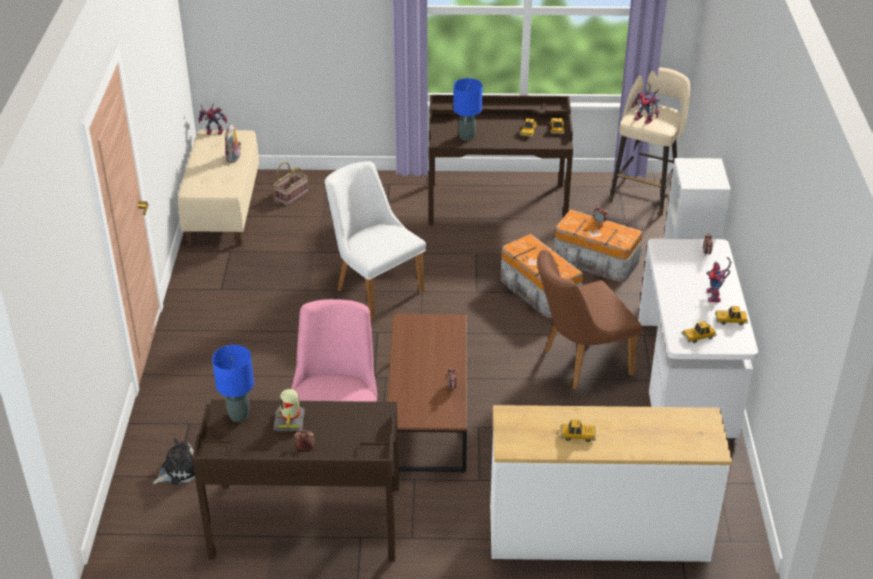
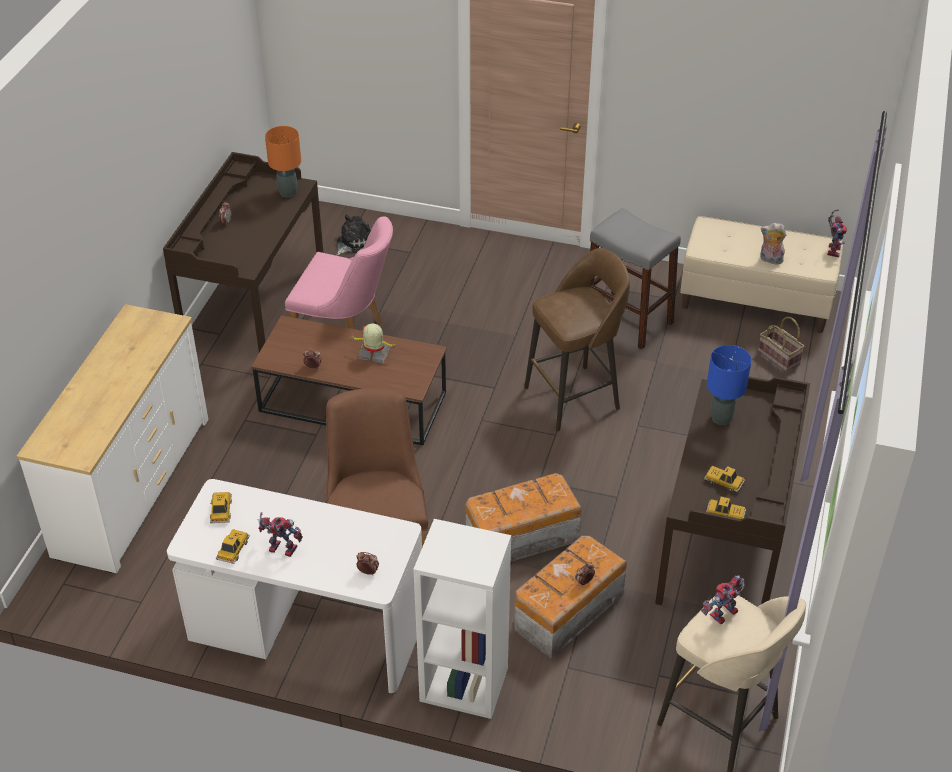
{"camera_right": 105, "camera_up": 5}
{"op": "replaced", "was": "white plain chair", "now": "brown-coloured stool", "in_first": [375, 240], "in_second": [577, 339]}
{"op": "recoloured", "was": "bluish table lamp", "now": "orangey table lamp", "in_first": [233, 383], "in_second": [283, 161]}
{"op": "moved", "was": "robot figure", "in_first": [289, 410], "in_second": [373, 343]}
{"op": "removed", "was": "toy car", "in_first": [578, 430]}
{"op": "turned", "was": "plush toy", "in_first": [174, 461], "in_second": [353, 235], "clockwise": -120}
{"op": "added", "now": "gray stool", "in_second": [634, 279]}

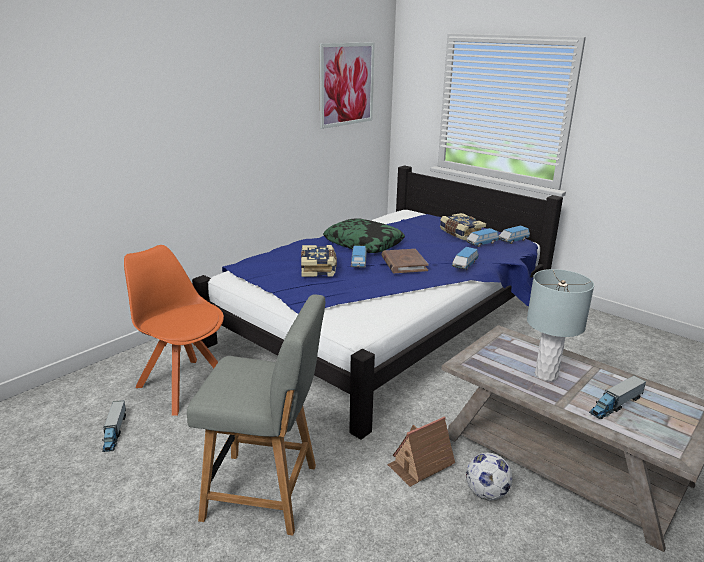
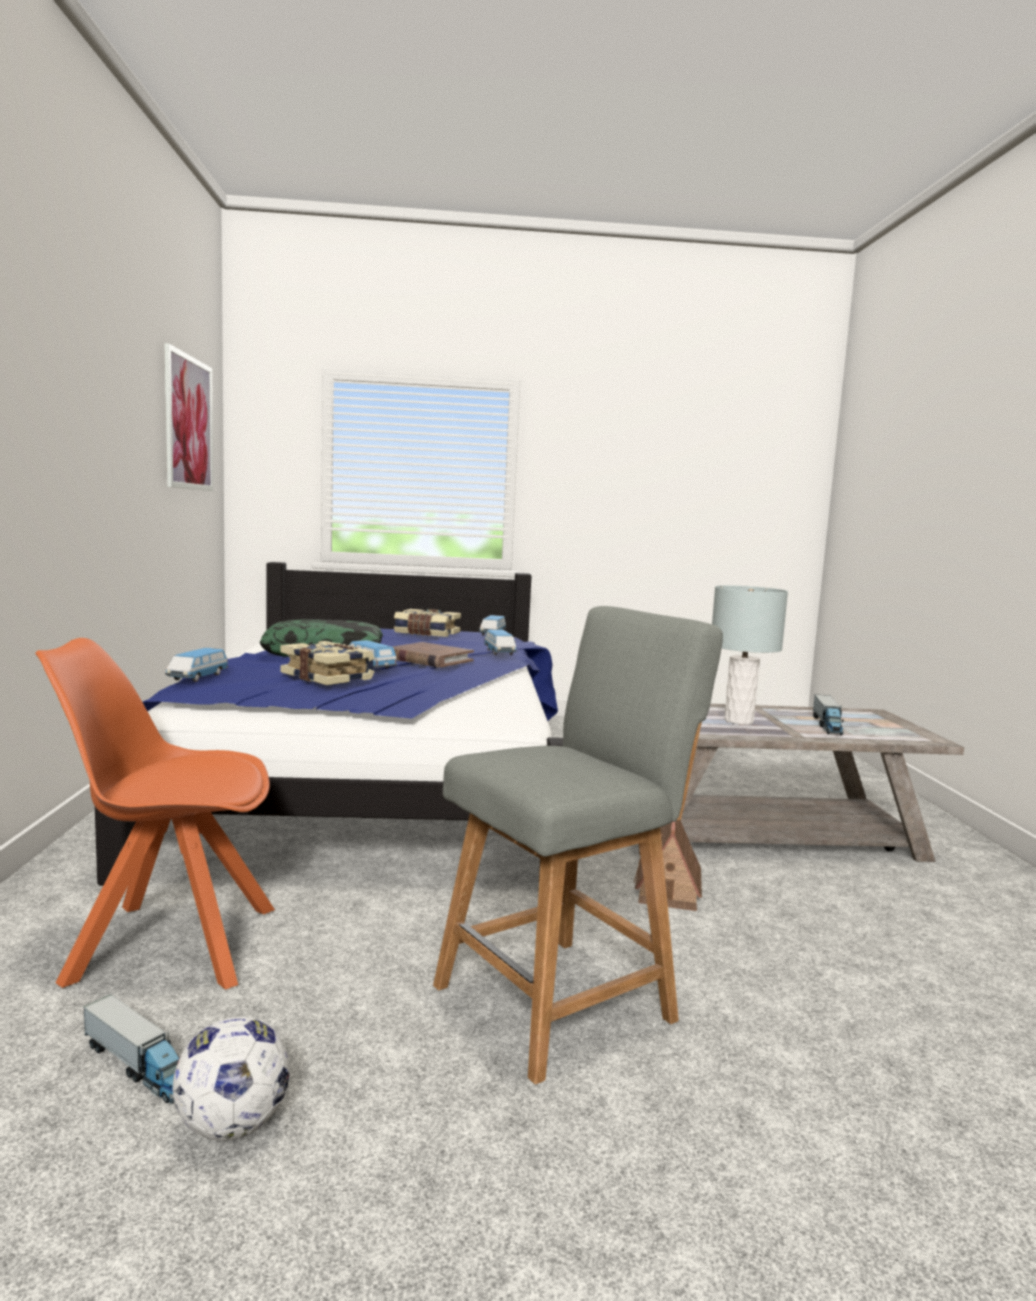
{"camera_right": -45, "camera_up": -15}
{"op": "moved", "was": "toy car", "in_first": [482, 237], "in_second": [196, 665]}
{"op": "moved", "was": "football ball", "in_first": [489, 476], "in_second": [231, 1078]}

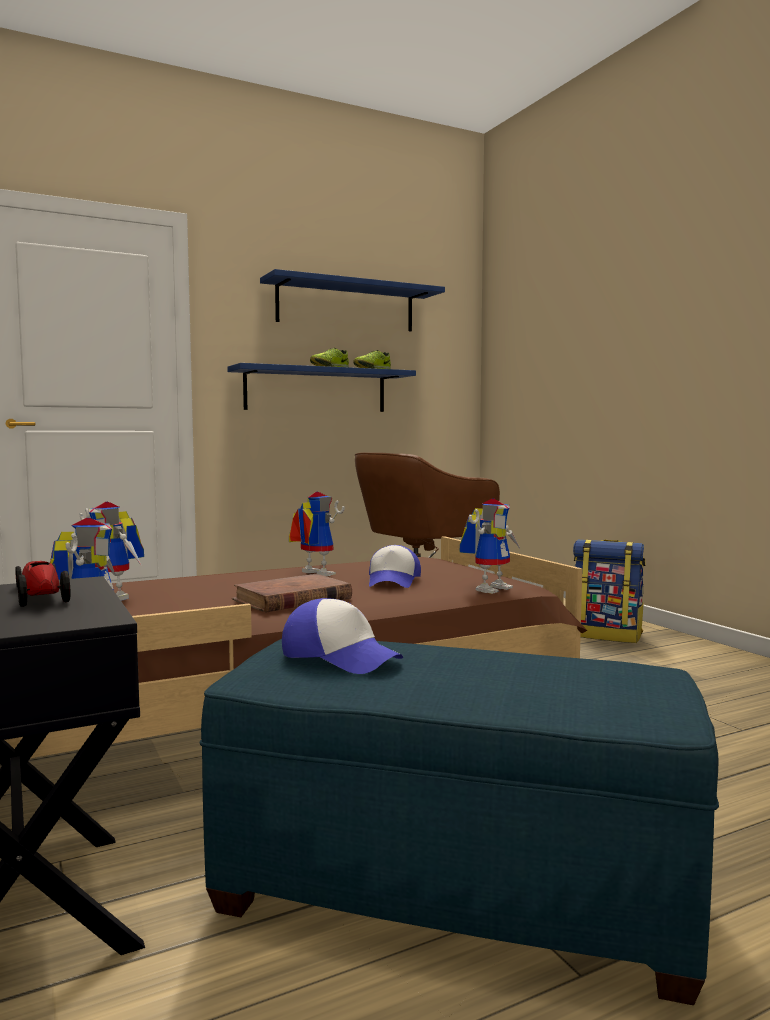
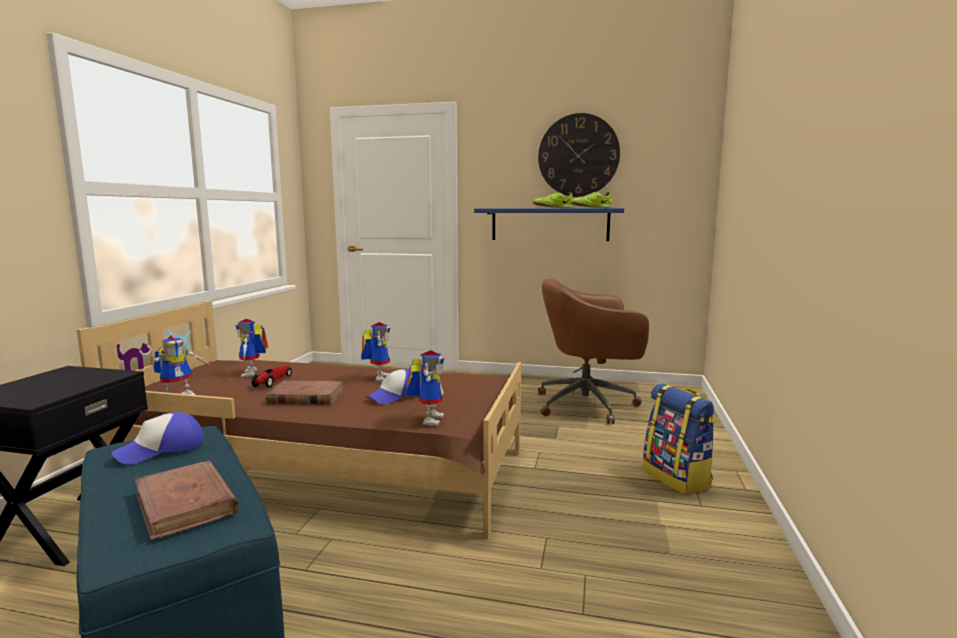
{"camera_right": 40, "camera_up": 5}
{"op": "replaced", "was": "bluish wall shelf", "now": "wall clock", "in_first": [352, 300], "in_second": [579, 155]}
{"op": "turned", "was": "robot figure", "in_first": [490, 546], "in_second": [425, 388], "clockwise": -75}
{"op": "moved", "was": "toy car", "in_first": [42, 584], "in_second": [271, 377]}
{"op": "turned", "was": "baseball cap", "in_first": [342, 636], "in_second": [157, 438], "clockwise": 60}
{"op": "added", "now": "brown-coloured book", "in_second": [186, 500]}

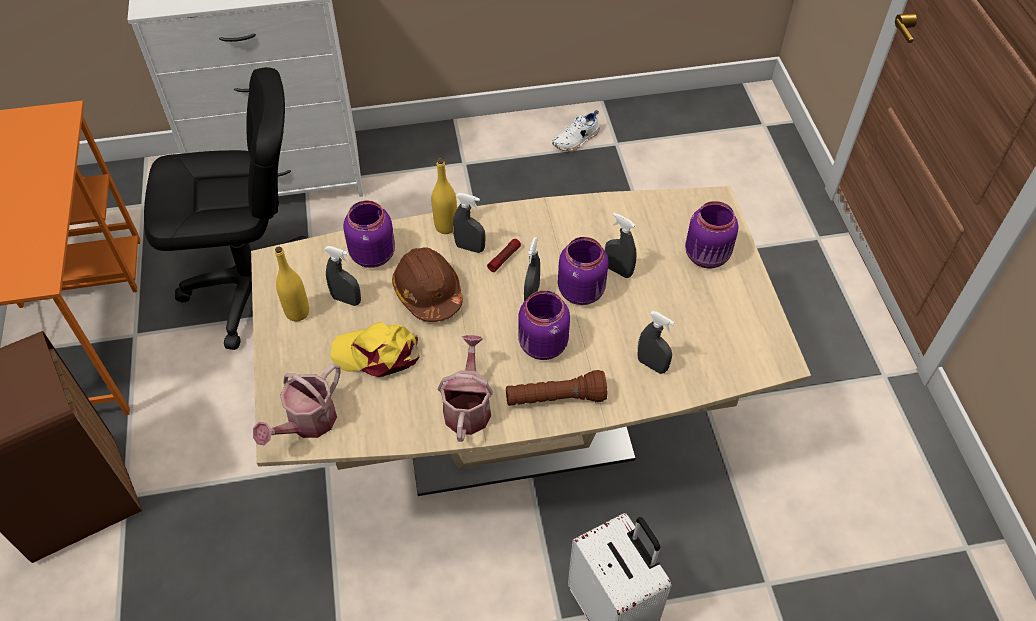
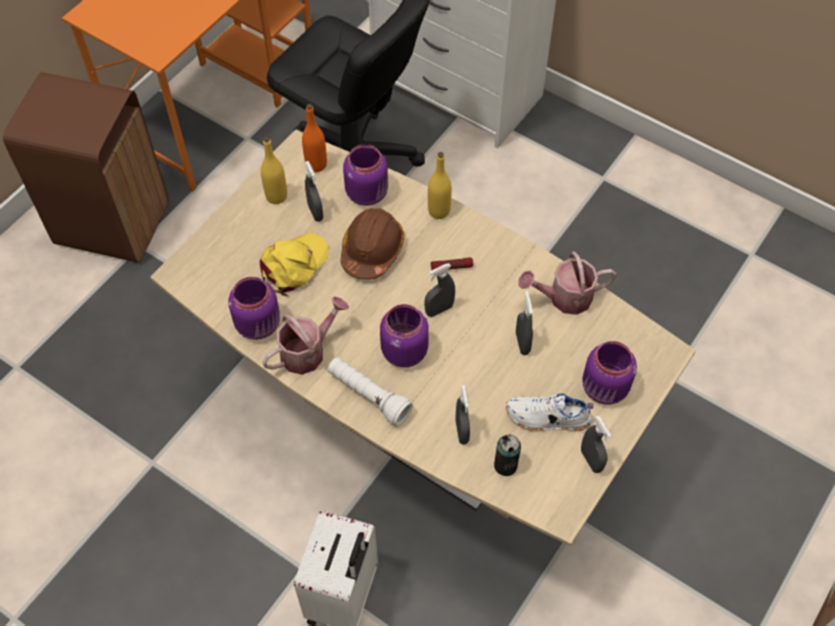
{"camera_right": 45, "camera_up": 5}
{"op": "moved", "was": "white shoe", "in_first": [575, 130], "in_second": [550, 412]}
{"op": "moved", "was": "gray sprayer", "in_first": [469, 223], "in_second": [596, 444]}
{"op": "moved", "was": "purple-coloured preserve jar", "in_first": [583, 271], "in_second": [254, 308]}
{"op": "turned", "was": "yellowish baseball cap", "in_first": [375, 349], "in_second": [294, 264], "clockwise": 75}
{"op": "moved", "was": "watering can", "in_first": [297, 404], "in_second": [567, 283]}
{"op": "recoloured", "was": "brown-coloured hand torch", "now": "white hand torch", "in_first": [556, 388], "in_second": [370, 391]}
{"op": "added", "now": "orangey beverage bottle", "in_second": [314, 138]}
{"op": "added", "now": "metal can", "in_second": [507, 455]}

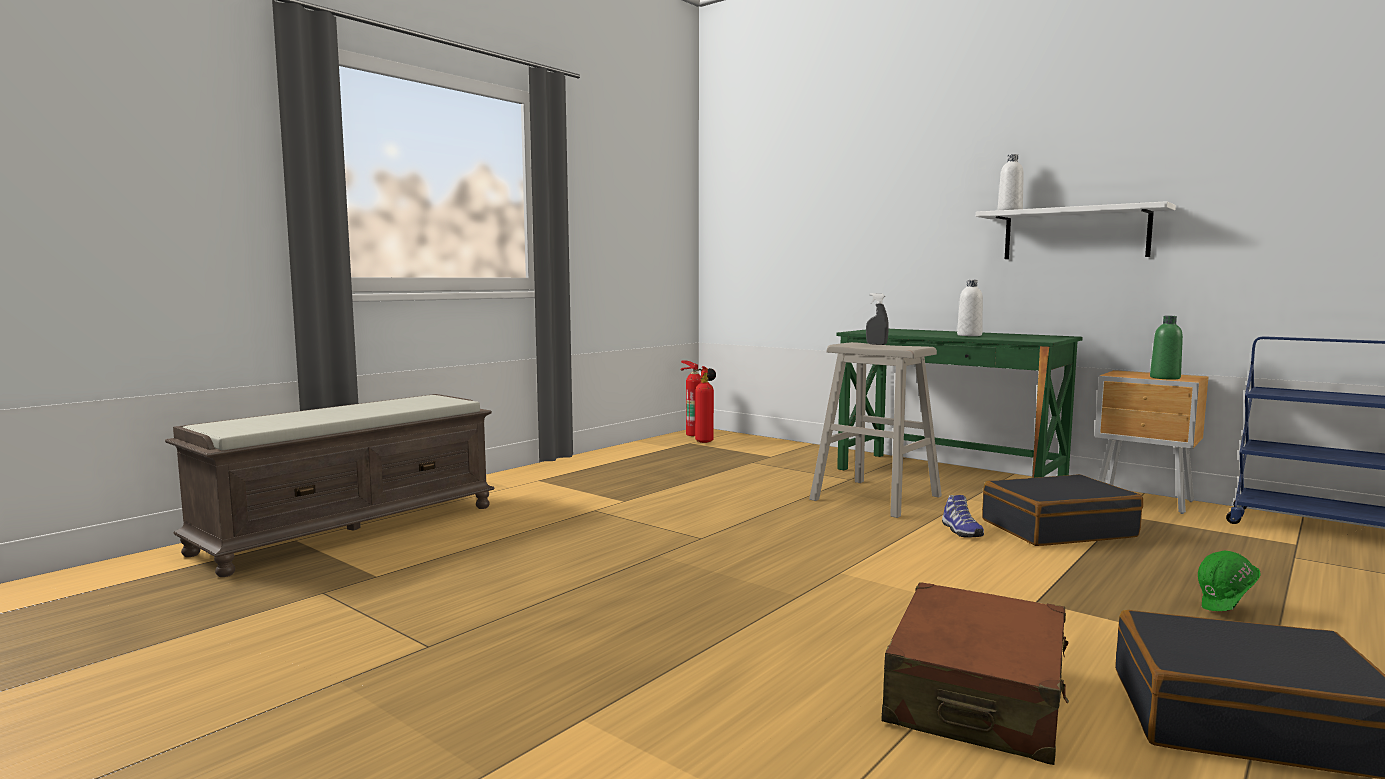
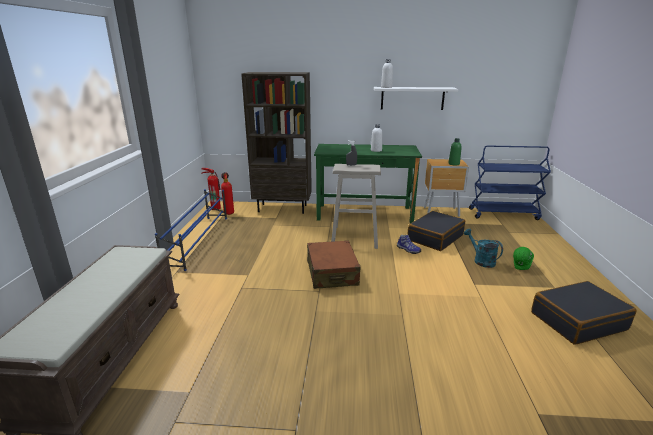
{"camera_right": -35, "camera_up": 15}
{"op": "moved", "was": "brown-coloured suitcase", "in_first": [975, 673], "in_second": [333, 264]}
{"op": "added", "now": "brown-coloured shelving unit", "in_second": [276, 143]}
{"op": "added", "now": "bluish shoe shelf", "in_second": [191, 230]}
{"op": "added", "now": "blue-green watering can", "in_second": [483, 248]}

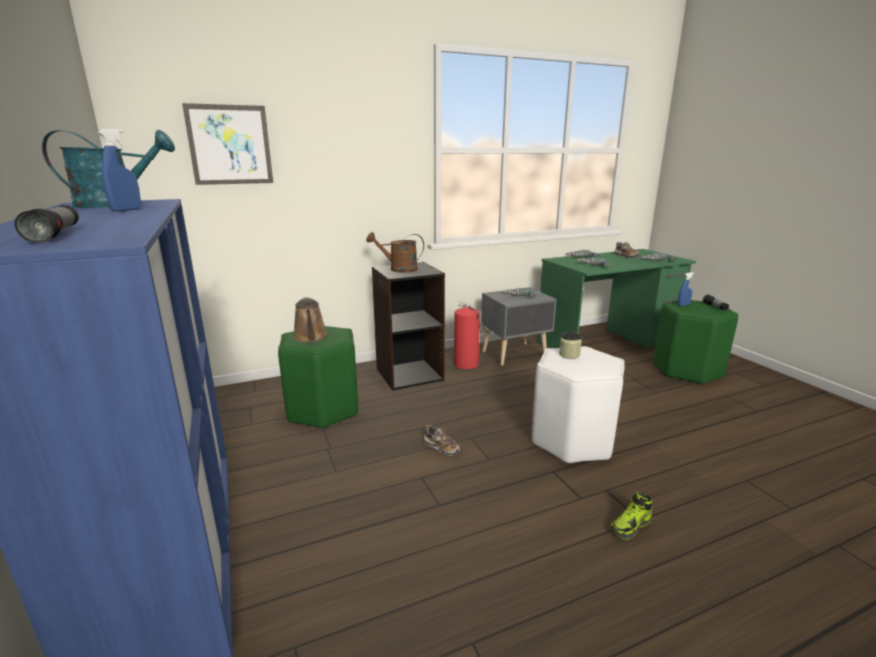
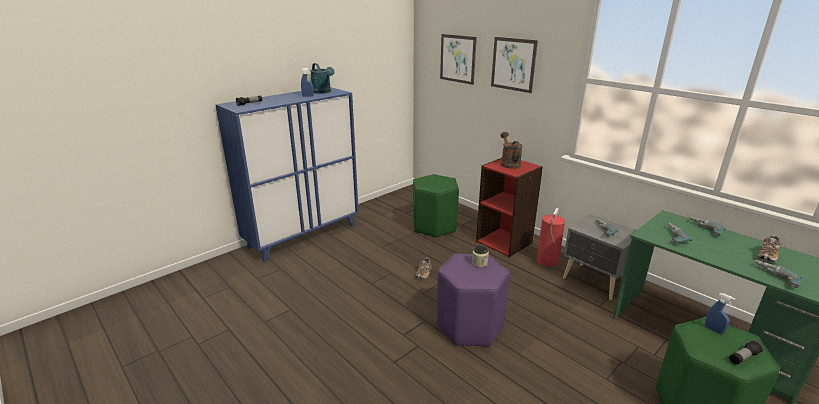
{"camera_right": 70, "camera_up": 5}
{"op": "recoloured", "was": "black-coloured shelving unit", "now": "red-coloured shelving unit", "in_first": [408, 326], "in_second": [509, 207]}
{"op": "removed", "was": "brown-coloured watering can", "in_first": [310, 320]}
{"op": "recoloured", "was": "white stool", "now": "purple-coloured stool", "in_first": [578, 405], "in_second": [473, 300]}
{"op": "removed", "was": "shoe", "in_first": [631, 516]}
{"op": "added", "now": "wall picture", "in_second": [514, 65]}

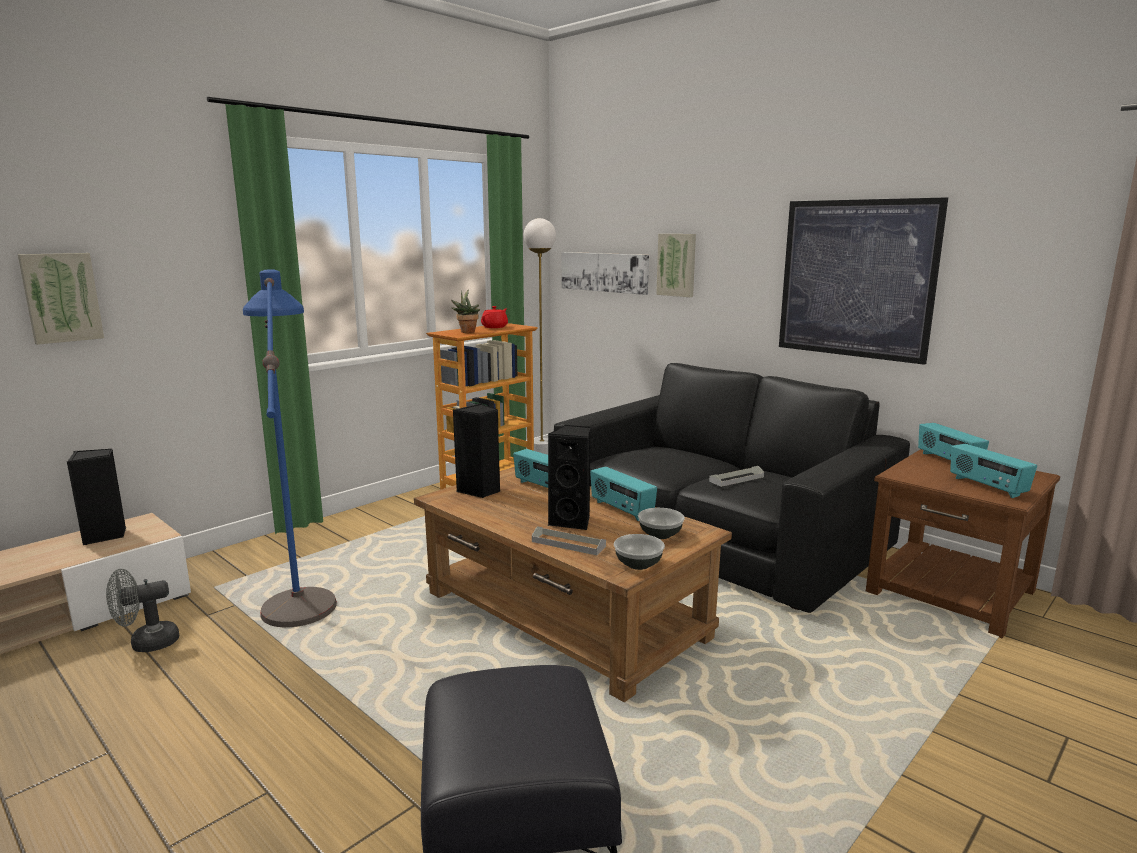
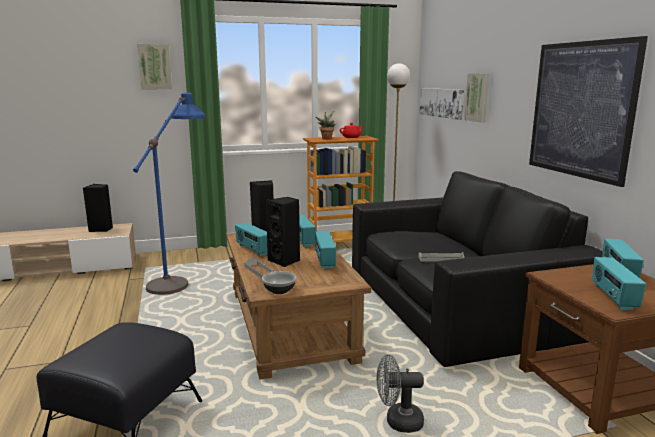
{"camera_right": 30, "camera_up": 0}
{"op": "moved", "was": "wall picture", "in_first": [61, 299], "in_second": [154, 67]}
{"op": "removed", "was": "bowl", "in_first": [661, 523]}
{"op": "moved", "was": "gray cooling fan", "in_first": [142, 610], "in_second": [400, 393]}
{"op": "added", "now": "radio receiver", "in_second": [251, 239]}

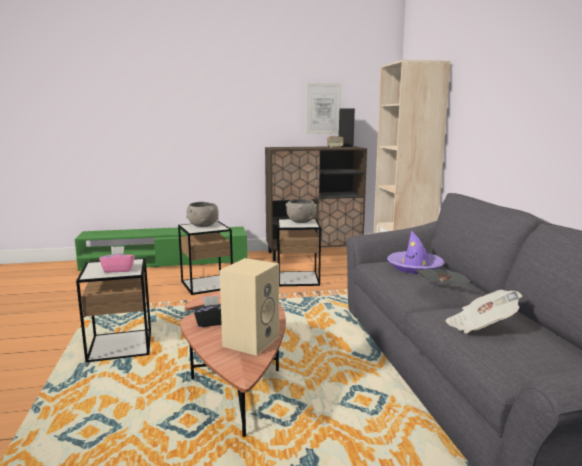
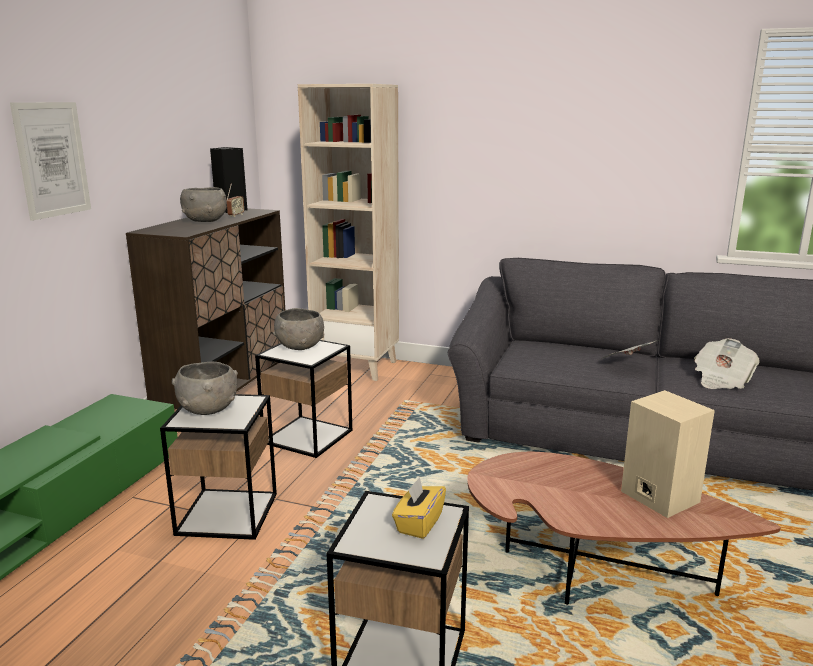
{"camera_right": -60, "camera_up": 5}
{"op": "moved", "was": "wall picture", "in_first": [323, 108], "in_second": [50, 161]}
{"op": "removed", "was": "purple-coloured hat", "in_first": [416, 252]}
{"op": "recoloured", "was": "pink tissue holder", "now": "yellowish tissue holder", "in_first": [117, 259], "in_second": [419, 508]}
{"op": "removed", "was": "black-coloured tissue holder", "in_first": [208, 311]}
{"op": "added", "now": "gray bowl", "in_second": [203, 204]}

